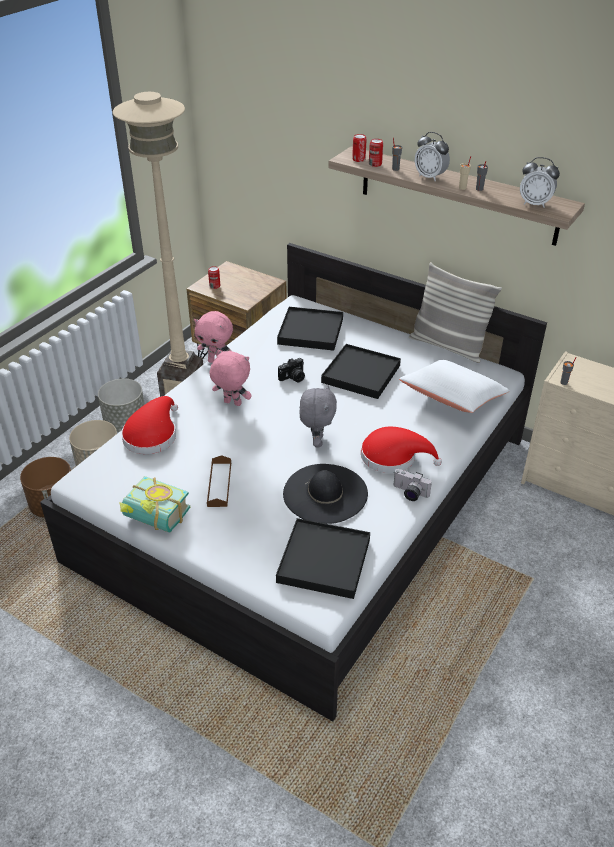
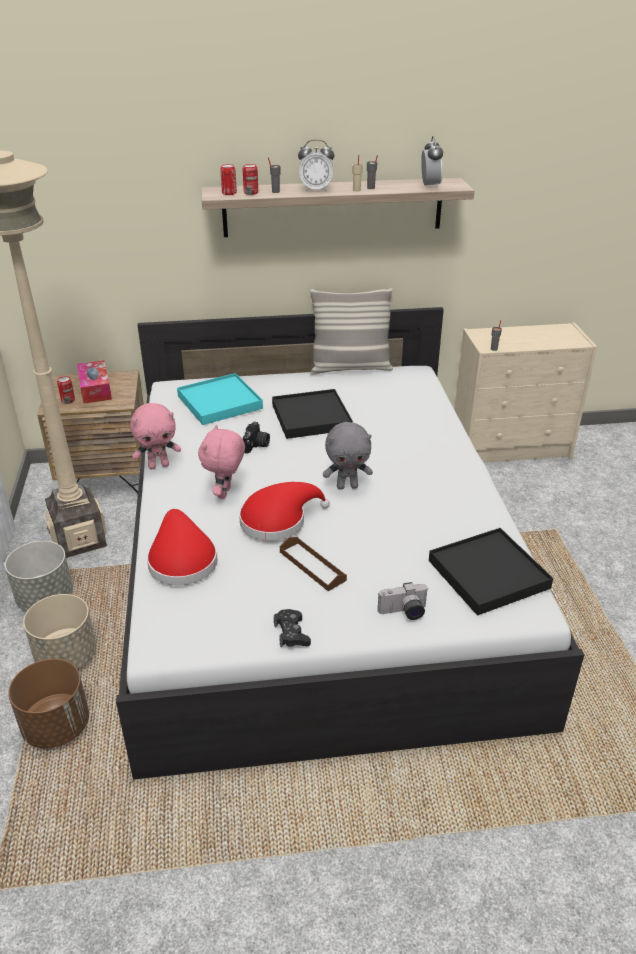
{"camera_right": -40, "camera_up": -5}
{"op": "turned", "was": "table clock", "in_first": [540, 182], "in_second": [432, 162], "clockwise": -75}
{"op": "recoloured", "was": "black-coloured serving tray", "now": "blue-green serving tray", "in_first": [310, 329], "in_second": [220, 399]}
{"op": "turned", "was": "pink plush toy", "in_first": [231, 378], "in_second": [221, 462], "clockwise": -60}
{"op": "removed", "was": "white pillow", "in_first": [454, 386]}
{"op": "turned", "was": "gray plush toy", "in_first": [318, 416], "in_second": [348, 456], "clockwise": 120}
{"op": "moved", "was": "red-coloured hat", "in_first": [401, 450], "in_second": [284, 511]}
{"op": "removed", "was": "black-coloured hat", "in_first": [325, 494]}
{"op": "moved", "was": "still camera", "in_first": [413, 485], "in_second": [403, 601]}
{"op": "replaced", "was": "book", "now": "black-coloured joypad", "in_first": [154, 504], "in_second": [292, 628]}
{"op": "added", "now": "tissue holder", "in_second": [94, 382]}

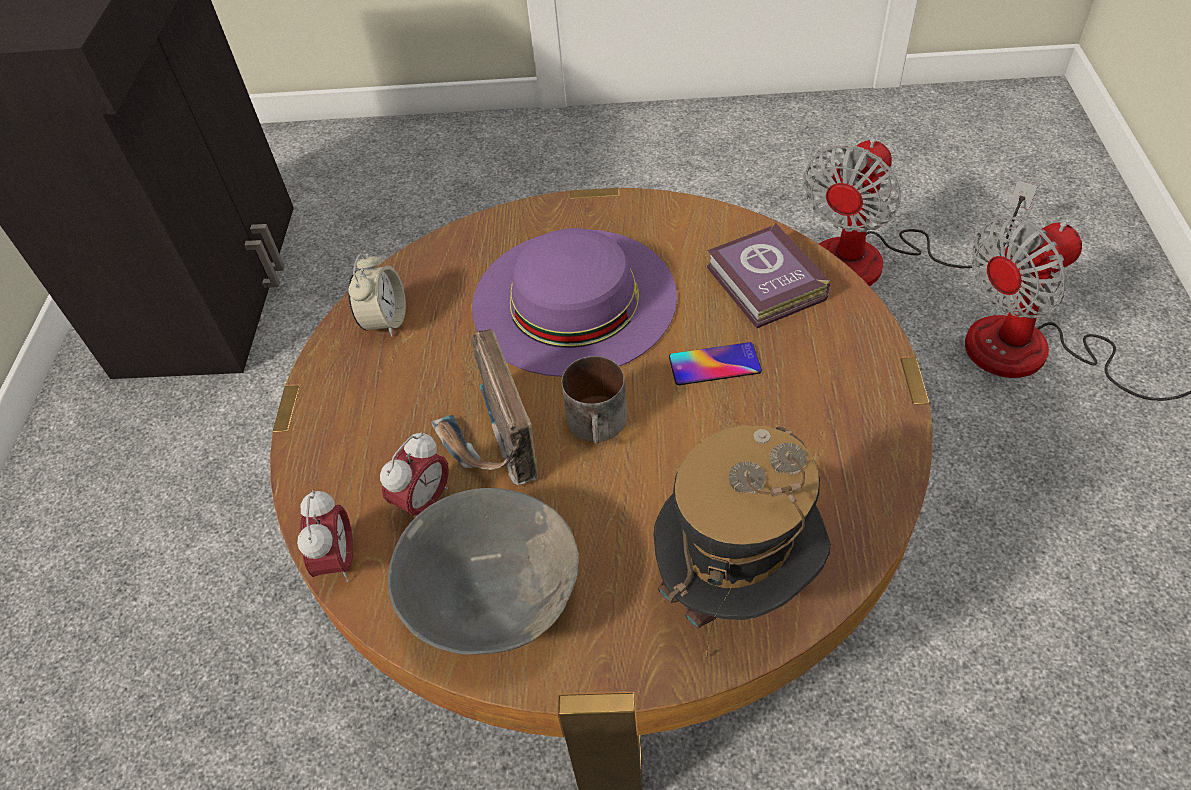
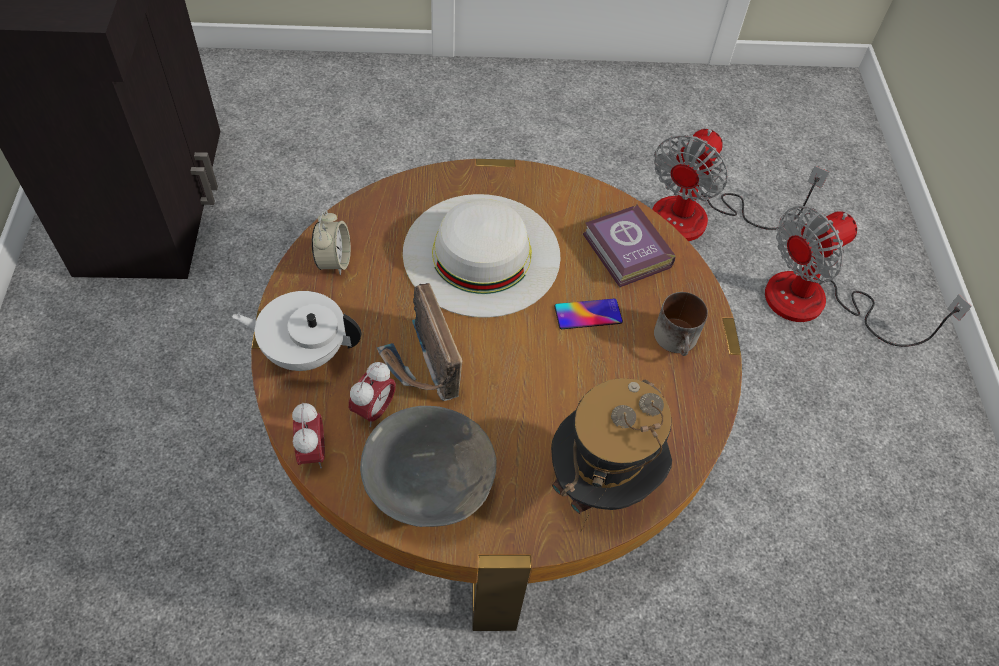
{"camera_right": -10, "camera_up": 5}
{"op": "recoloured", "was": "purple-coloured hat", "now": "white hat", "in_first": [574, 302], "in_second": [482, 256]}
{"op": "moved", "was": "tea mug", "in_first": [594, 400], "in_second": [681, 324]}
{"op": "added", "now": "white tea pot", "in_second": [296, 331]}

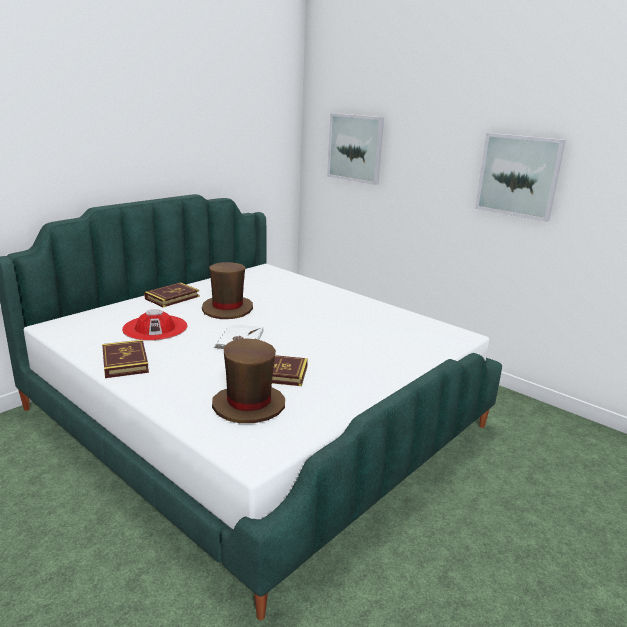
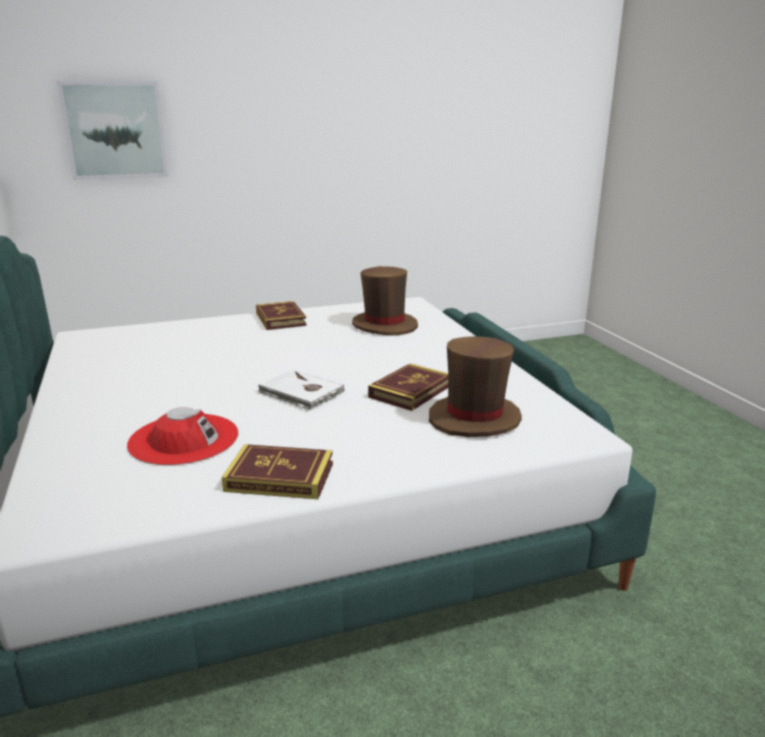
{"camera_right": -60, "camera_up": 0}
{"op": "removed", "was": "wall picture", "in_first": [520, 177]}
{"op": "moved", "was": "brown-coloured hat", "in_first": [227, 290], "in_second": [385, 301]}
{"op": "moved", "was": "book", "in_first": [171, 294], "in_second": [281, 315]}

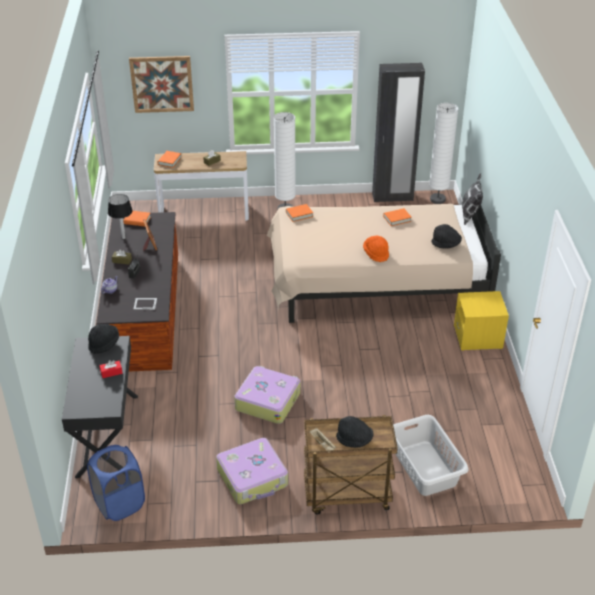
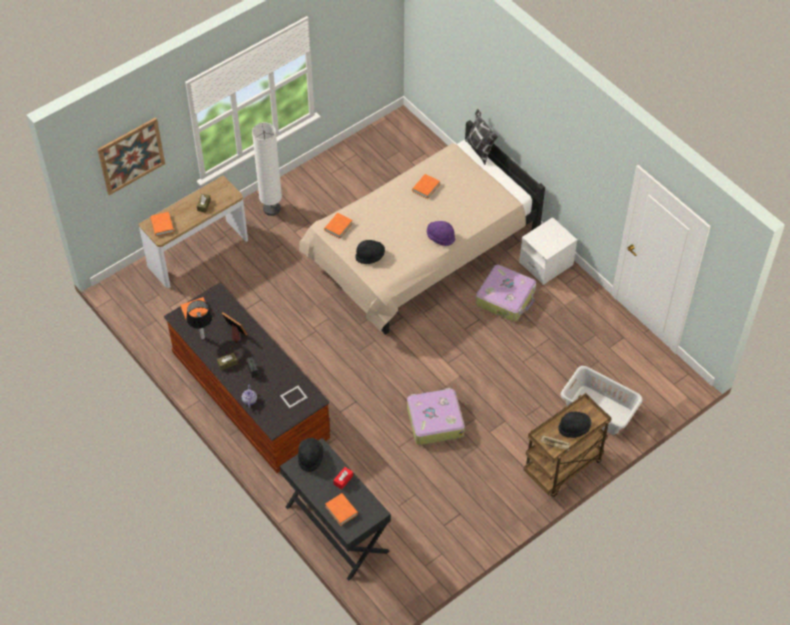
{"camera_right": -35, "camera_up": 15}
{"op": "removed", "was": "black-coloured clothes cupboard", "in_first": [398, 132]}
{"op": "removed", "was": "white standing lamp", "in_first": [444, 153]}
{"op": "moved", "was": "black-coloured hat", "in_first": [446, 236], "in_second": [370, 252]}
{"op": "recoloured", "was": "orangey hat", "now": "purple-coloured hat", "in_first": [376, 249], "in_second": [441, 233]}
{"op": "recoloured", "was": "yellowish night table", "now": "white night table", "in_first": [481, 321], "in_second": [548, 251]}
{"op": "moved", "was": "suitcase", "in_first": [252, 471], "in_second": [506, 293]}
{"op": "removed", "was": "bluish washing basket", "in_first": [116, 483]}
{"op": "added", "now": "orangey book", "in_second": [341, 509]}

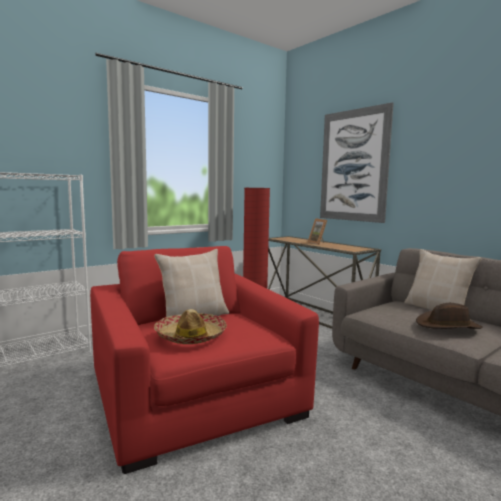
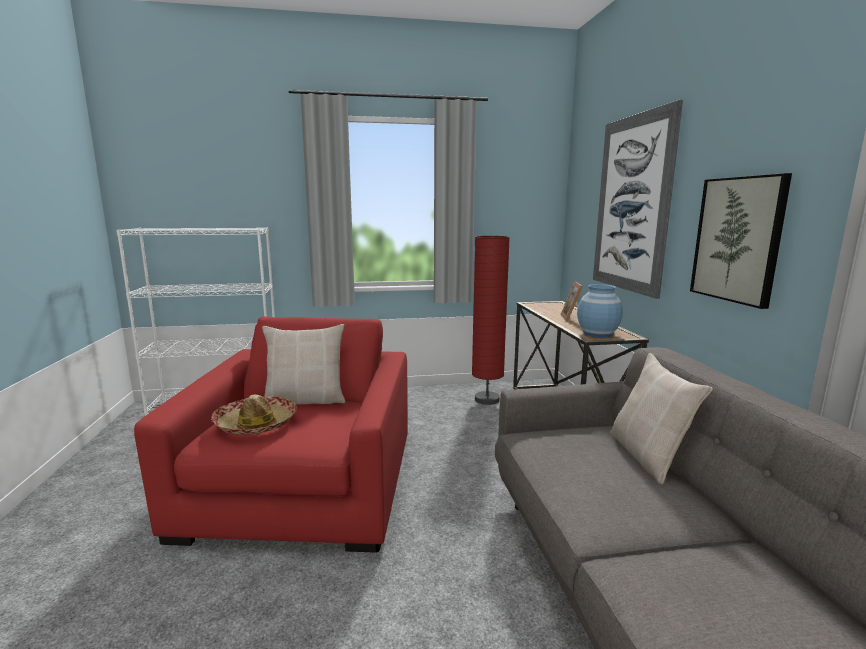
{"camera_right": 30, "camera_up": 5}
{"op": "removed", "was": "brown-coloured hat", "in_first": [449, 316]}
{"op": "added", "now": "wall picture", "in_second": [741, 241]}
{"op": "added", "now": "bluish vase", "in_second": [600, 311]}

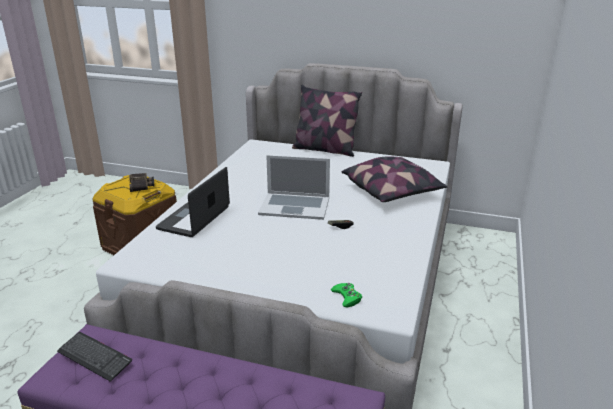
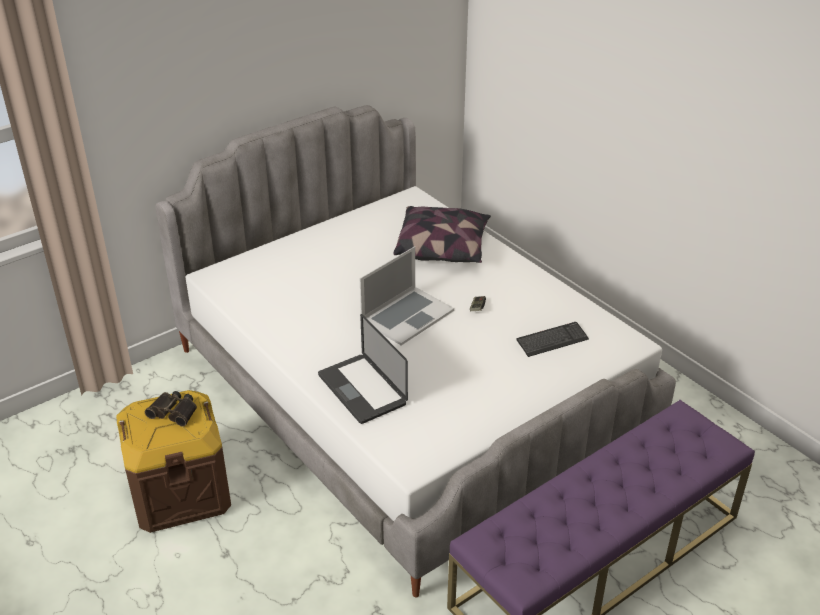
{"camera_right": -55, "camera_up": 10}
{"op": "removed", "was": "pillow", "in_first": [327, 121]}
{"op": "removed", "was": "greenish joypad", "in_first": [346, 295]}
{"op": "moved", "was": "keyboard", "in_first": [94, 357], "in_second": [552, 339]}

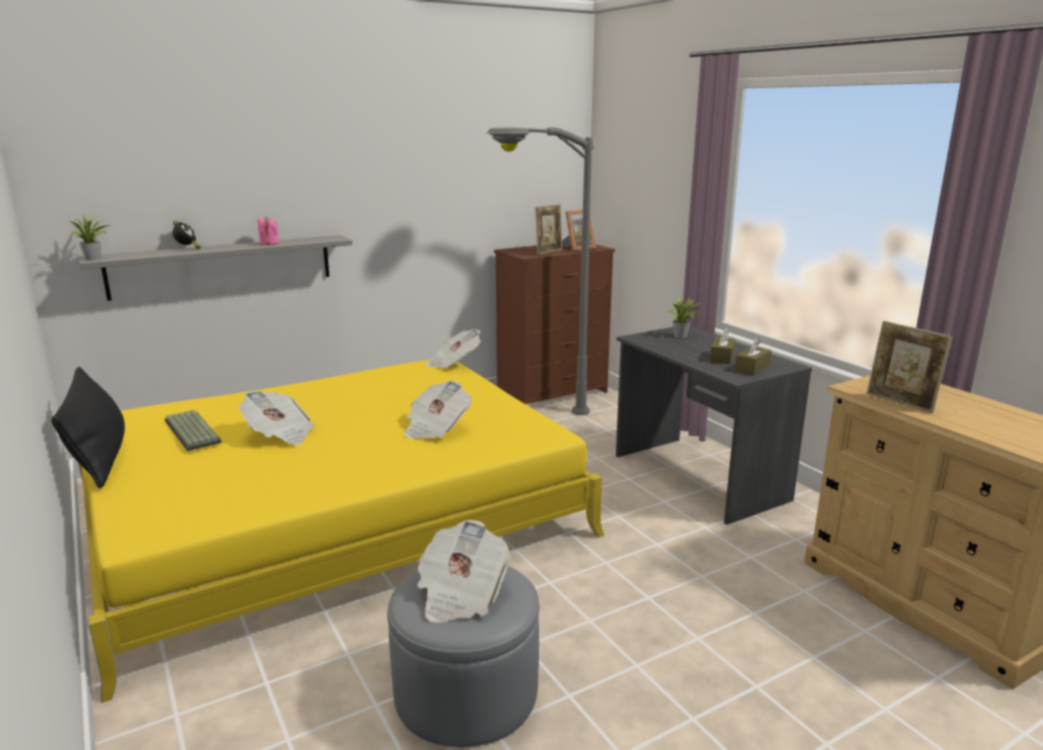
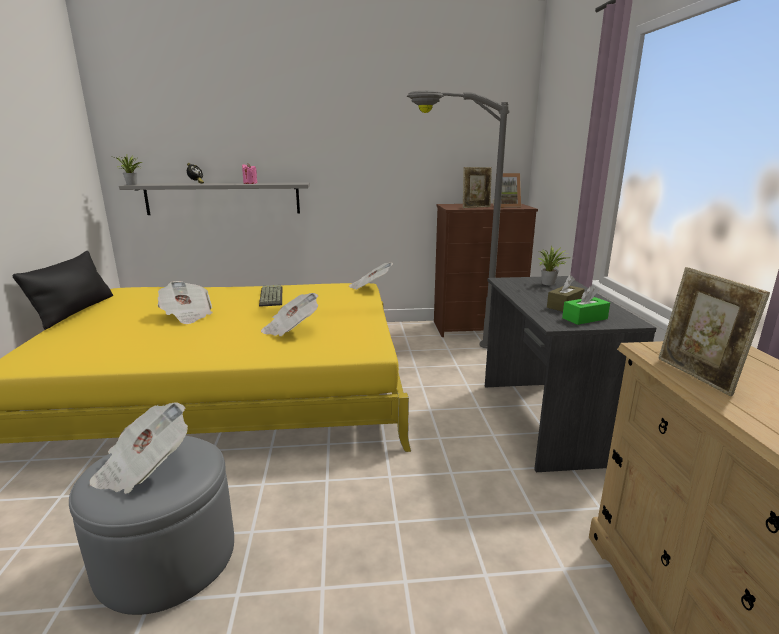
{"camera_right": 25, "camera_up": 0}
{"op": "recoloured", "was": "brown-coloured tissue holder", "now": "greenish tissue holder", "in_first": [753, 356], "in_second": [586, 305]}
{"op": "moved", "was": "keyboard", "in_first": [193, 430], "in_second": [270, 296]}

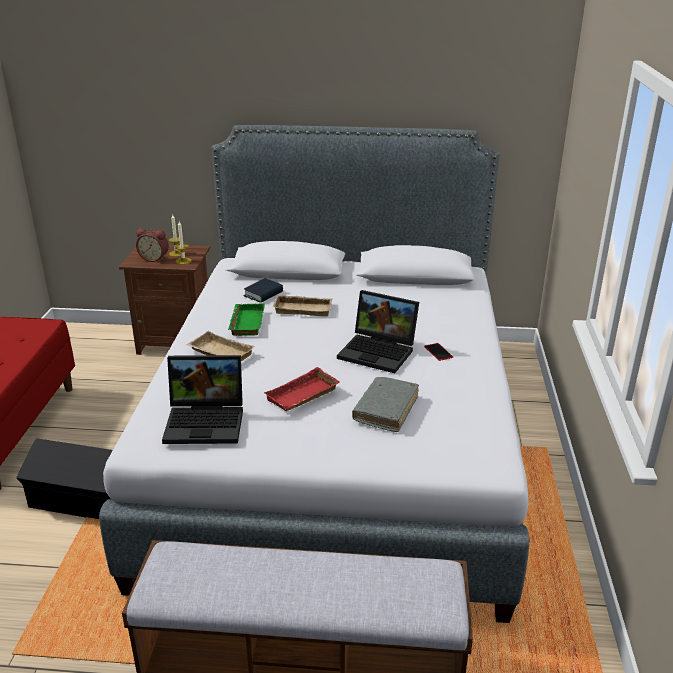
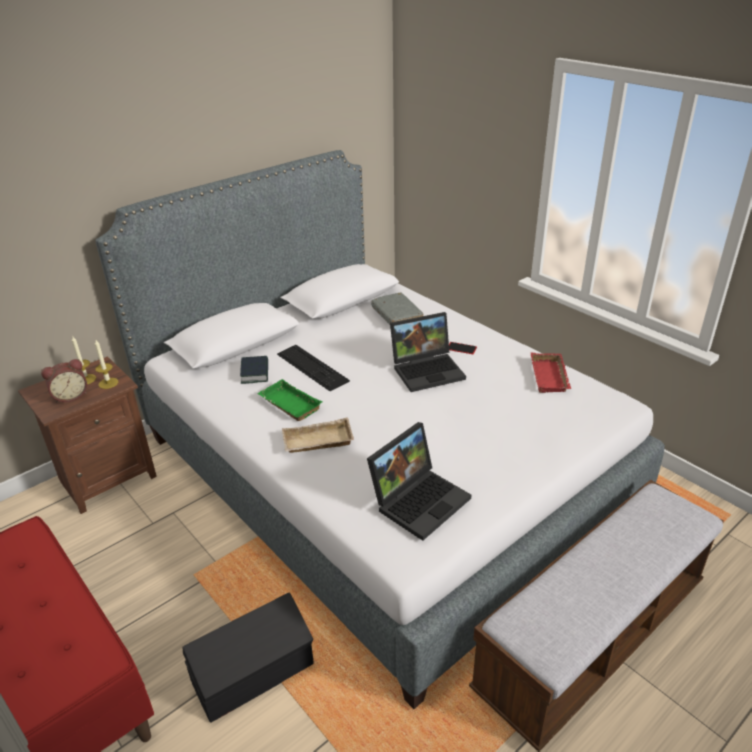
{"camera_right": -45, "camera_up": 5}
{"op": "replaced", "was": "beige-coloured serving tray", "now": "keyboard", "in_first": [303, 305], "in_second": [313, 368]}
{"op": "moved", "was": "red-coloured serving tray", "in_first": [302, 389], "in_second": [551, 373]}
{"op": "moved", "was": "gray book", "in_first": [385, 404], "in_second": [397, 308]}

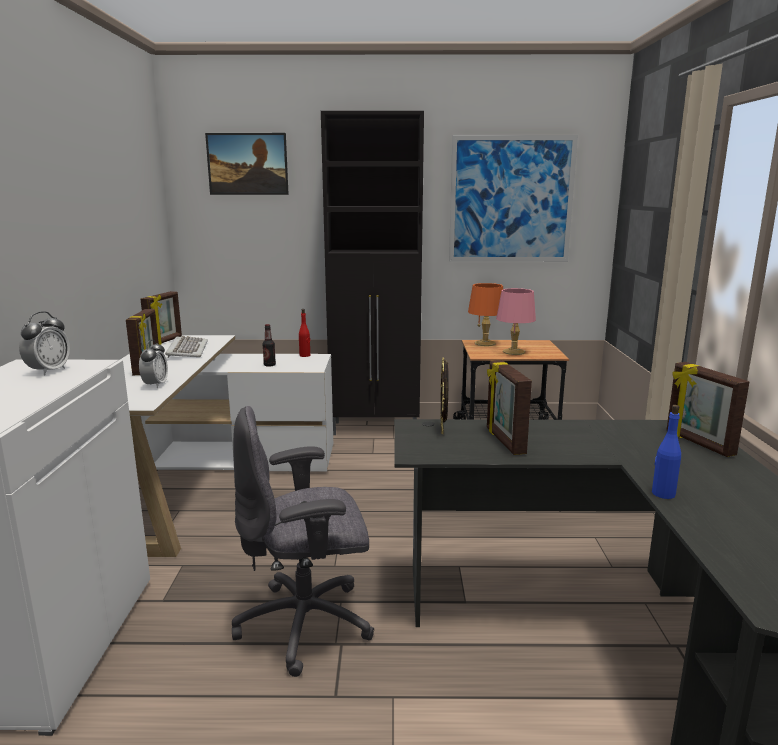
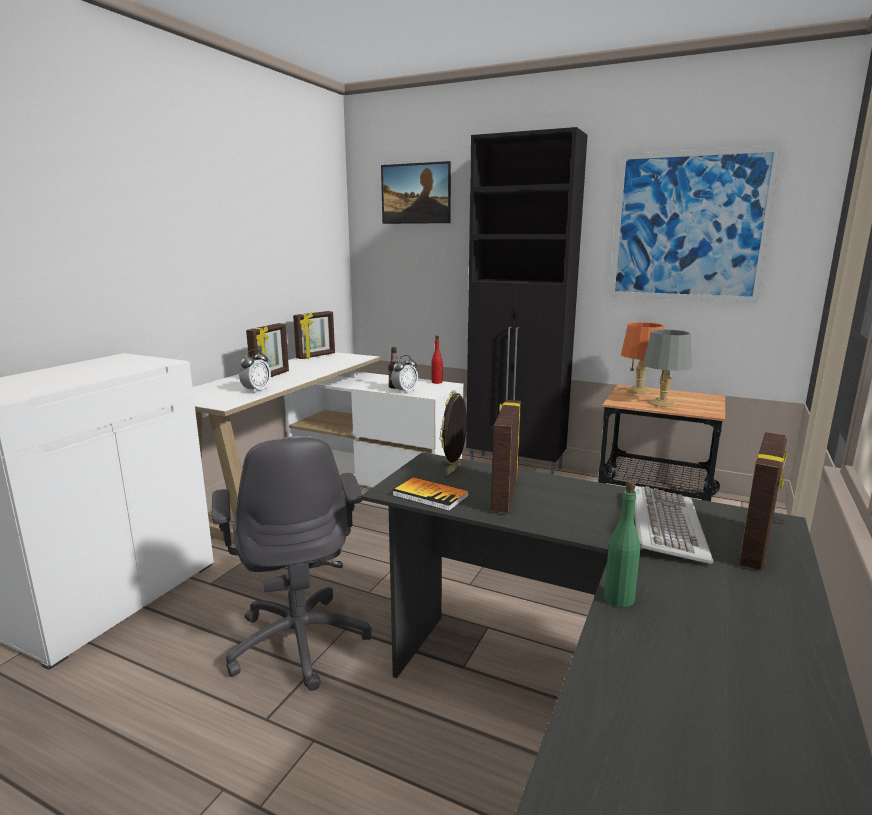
{"camera_right": 25, "camera_up": 0}
{"op": "recoloured", "was": "pink table lamp", "now": "gray table lamp", "in_first": [516, 321], "in_second": [667, 368]}
{"op": "moved", "was": "table clock", "in_first": [44, 343], "in_second": [404, 374]}
{"op": "moved", "was": "keyboard", "in_first": [186, 347], "in_second": [674, 525]}
{"op": "turned", "was": "photo frame", "in_first": [708, 409], "in_second": [763, 501], "clockwise": -150}
{"op": "recoloured", "was": "bluish beverage bottle", "now": "greenish beverage bottle", "in_first": [666, 452], "in_second": [622, 543]}
{"op": "turned", "was": "gray computer chair", "in_first": [303, 541], "in_second": [292, 563], "clockwise": -120}
{"op": "added", "now": "book", "in_second": [430, 494]}

